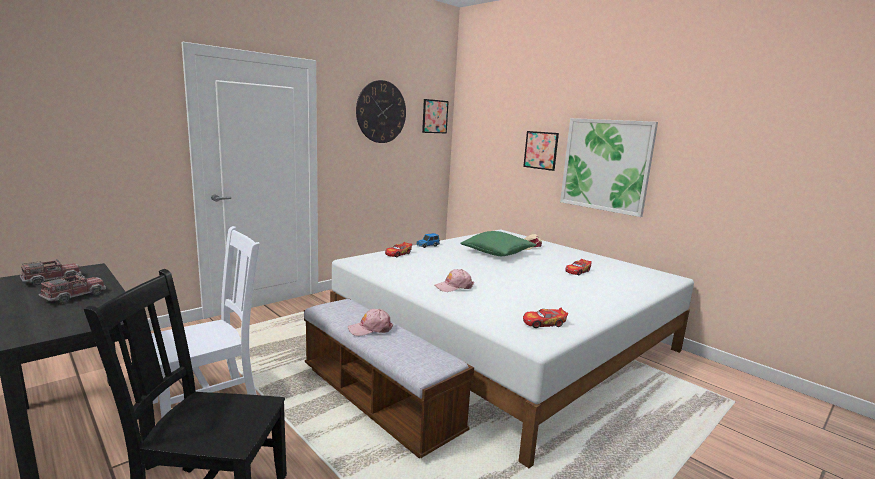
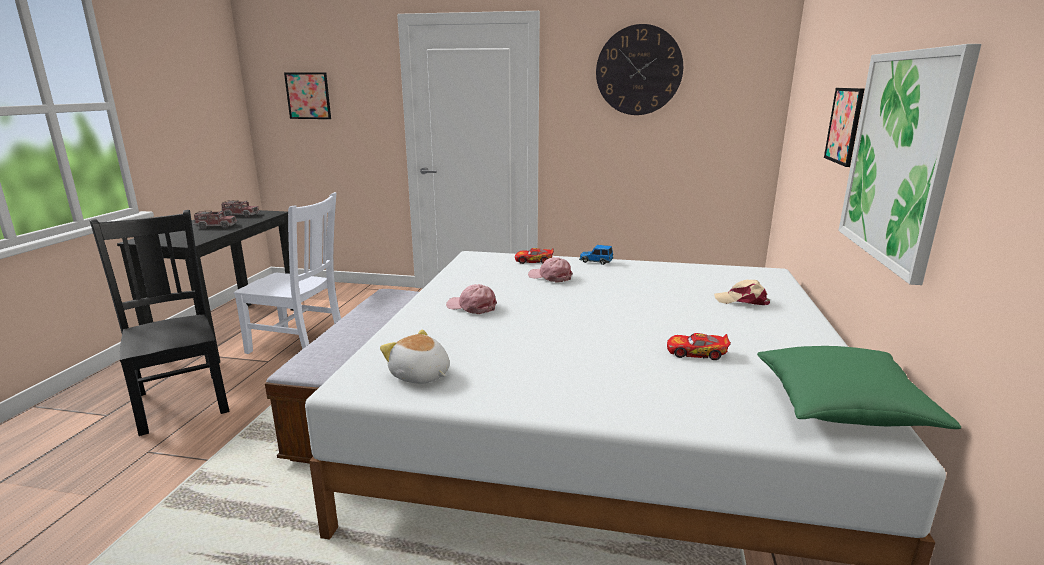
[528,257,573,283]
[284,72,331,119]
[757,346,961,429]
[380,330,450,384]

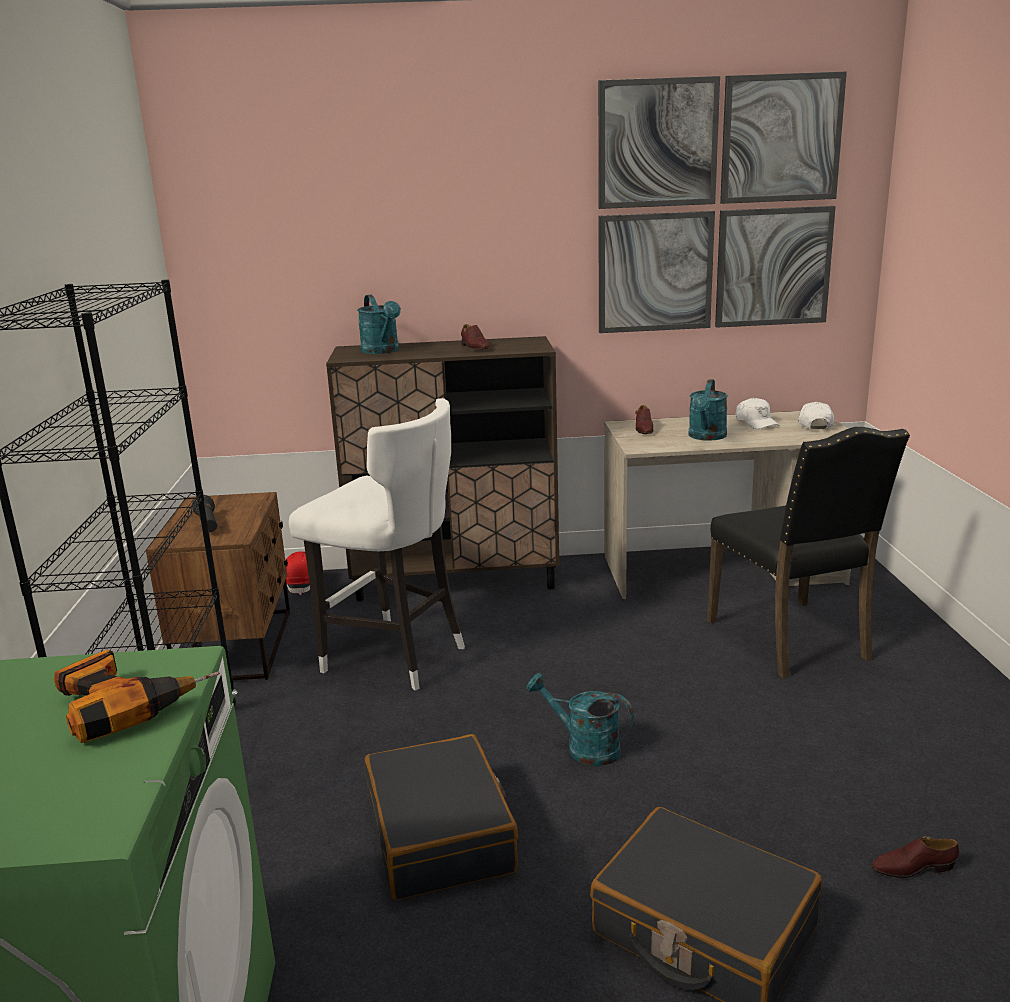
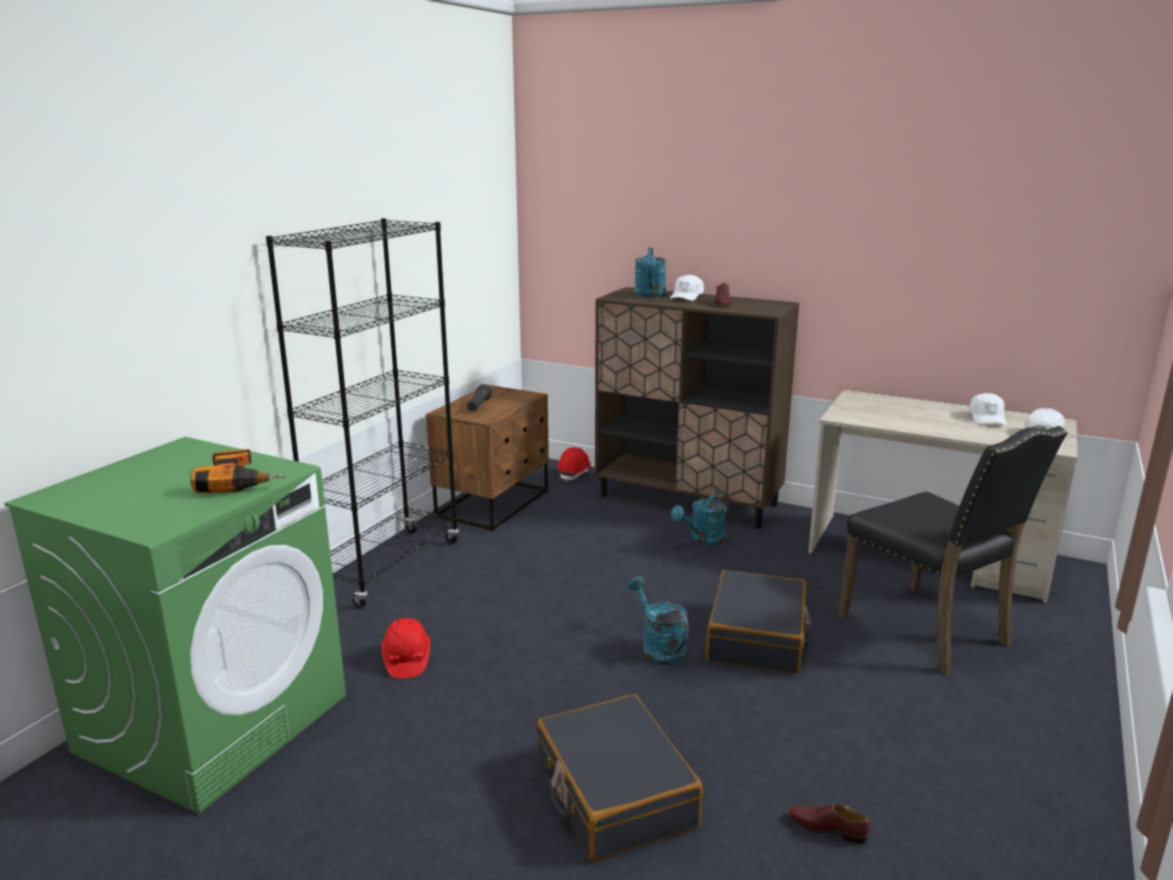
[289,398,465,691] (first image)
[598,71,847,333] (first image)
[635,405,653,434] (first image)
[381,618,430,679]
[670,274,704,301]
[706,570,811,674]
[671,490,729,546]
[838,426,1068,675]

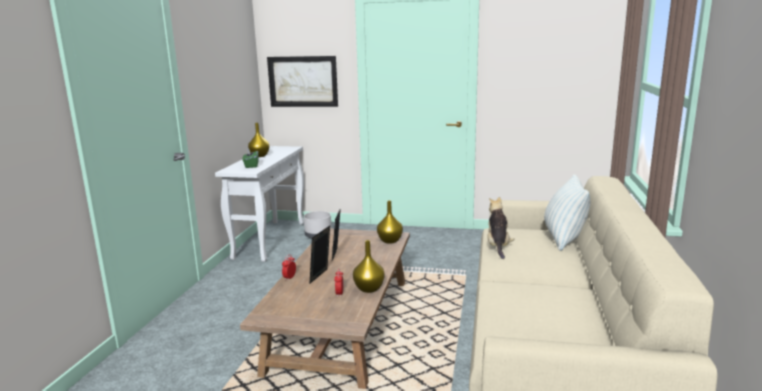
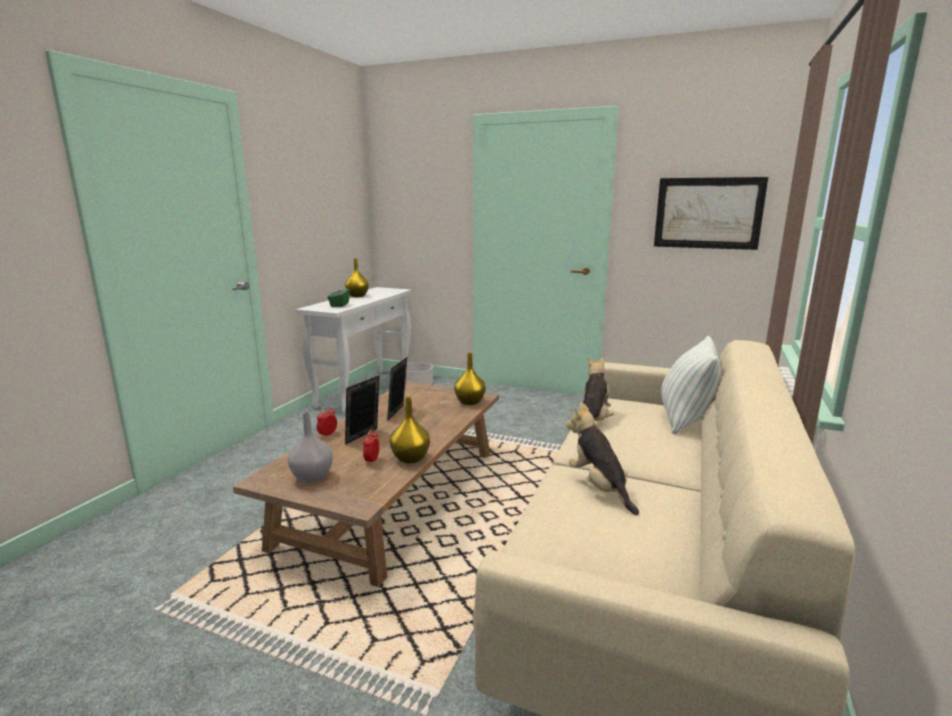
[288,412,333,483]
[566,403,639,515]
[654,177,768,250]

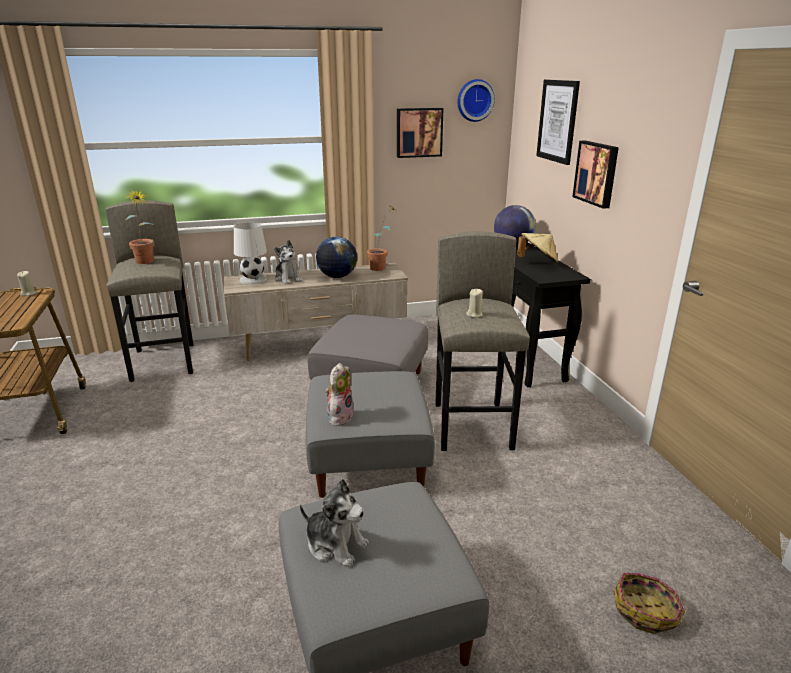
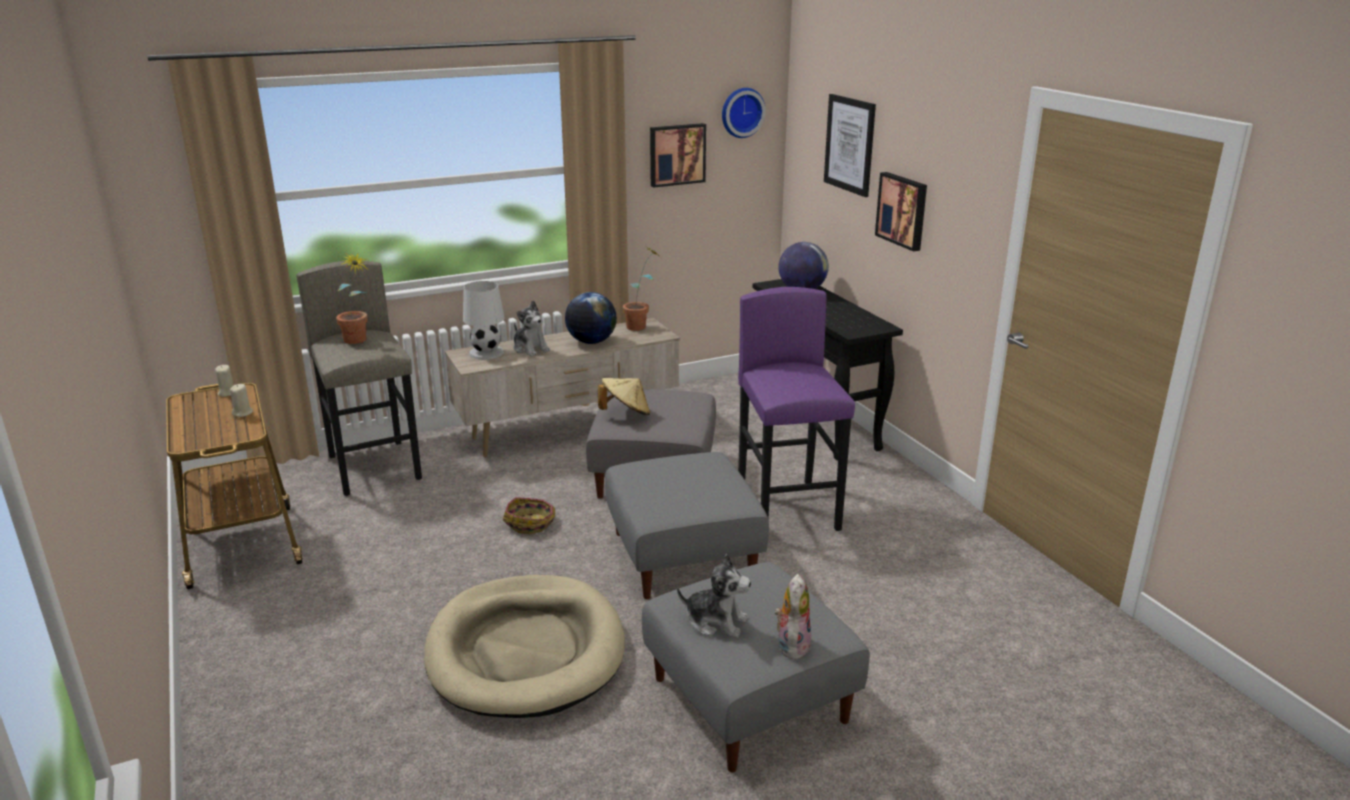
[424,575,625,718]
[775,574,811,660]
[230,384,253,417]
[598,378,650,415]
[503,497,555,534]
[738,287,855,531]

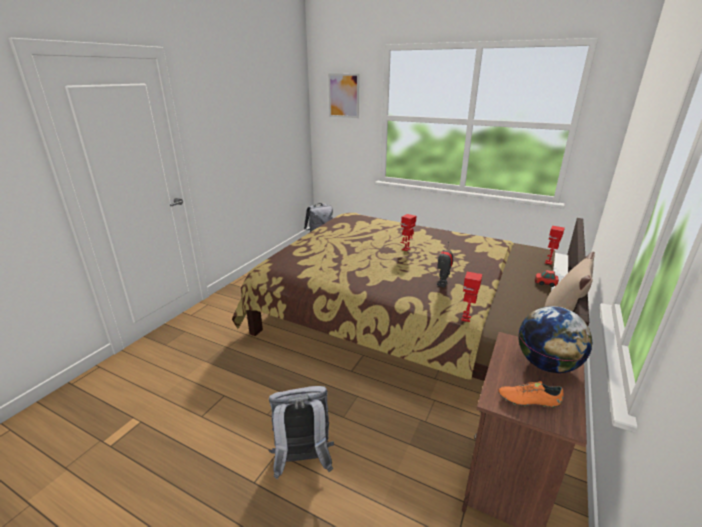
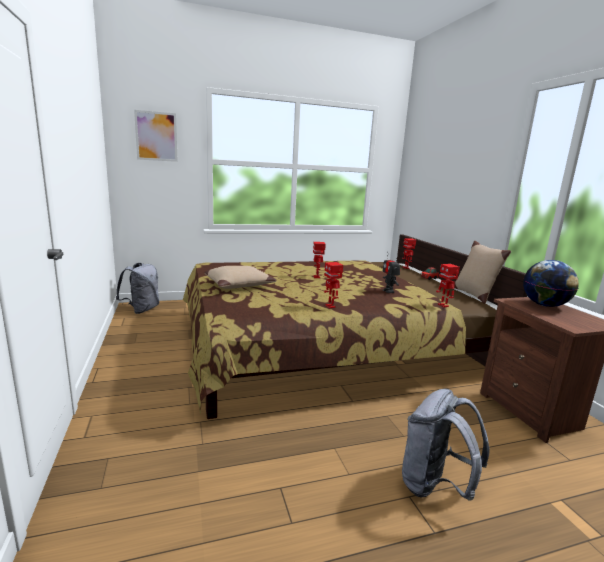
[498,381,564,408] (first image)
[205,266,277,289]
[324,262,343,309]

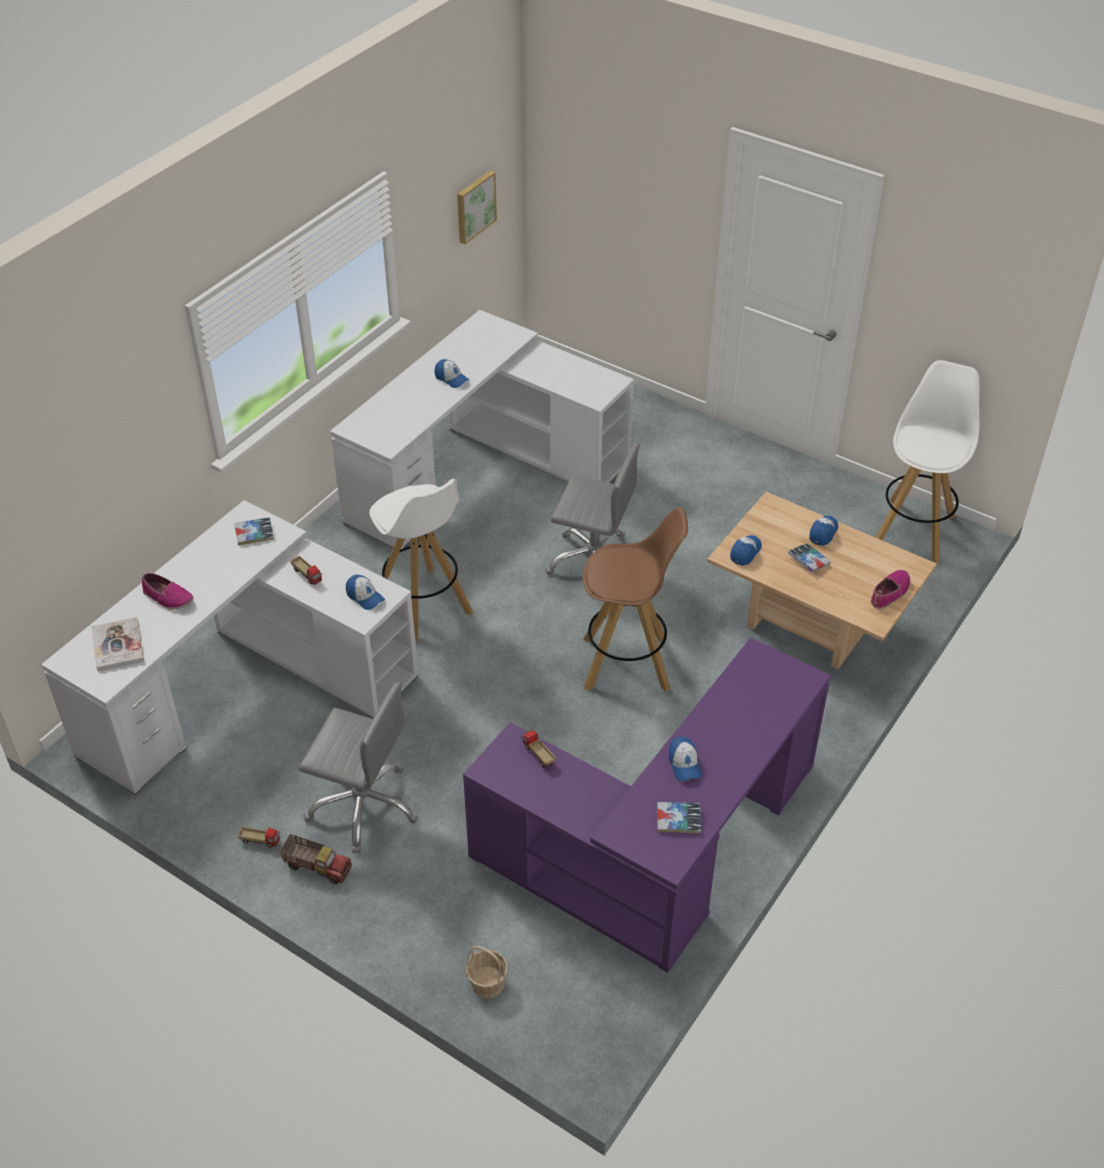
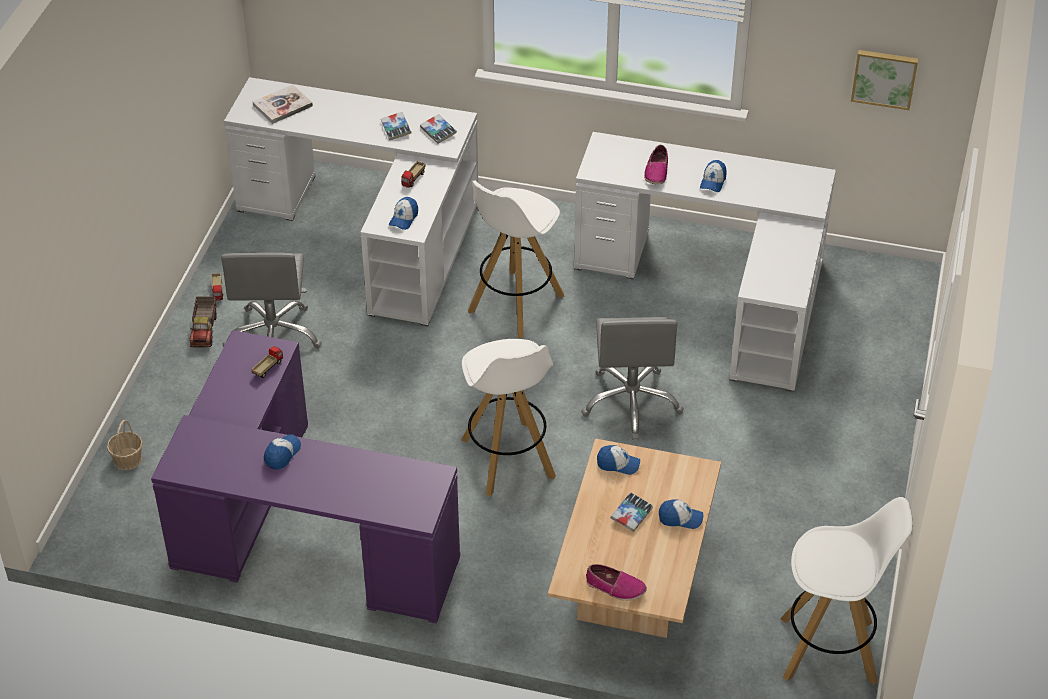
[644,145,668,185]
[381,112,412,140]
[461,339,556,497]
[264,434,301,470]

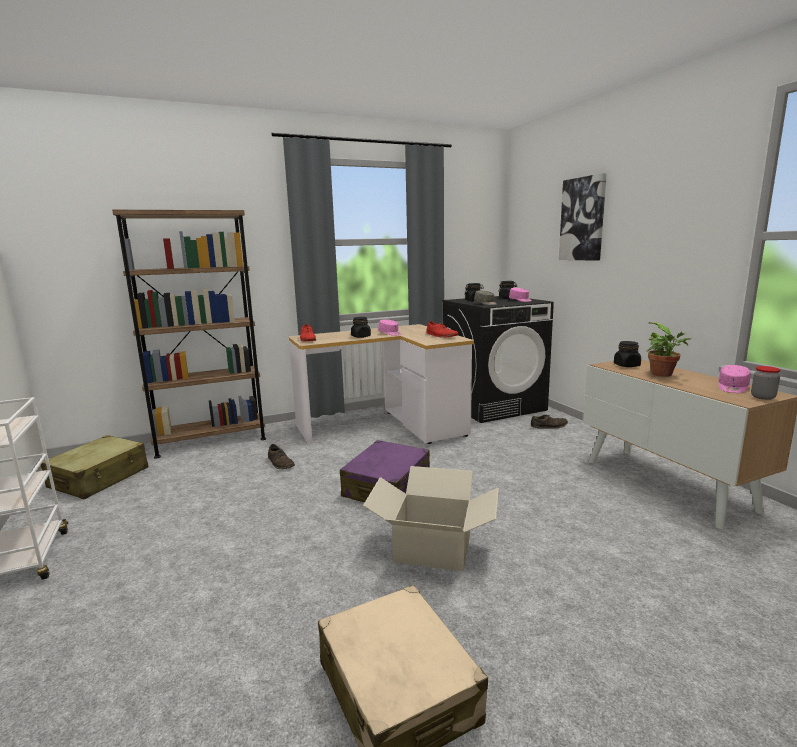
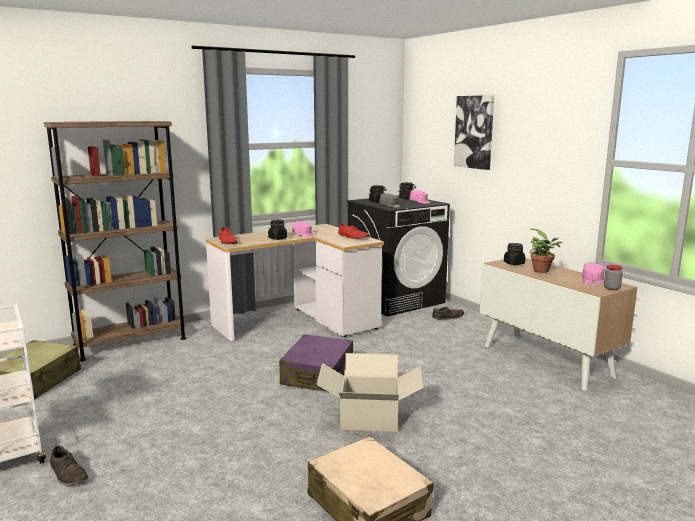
[50,446,88,486]

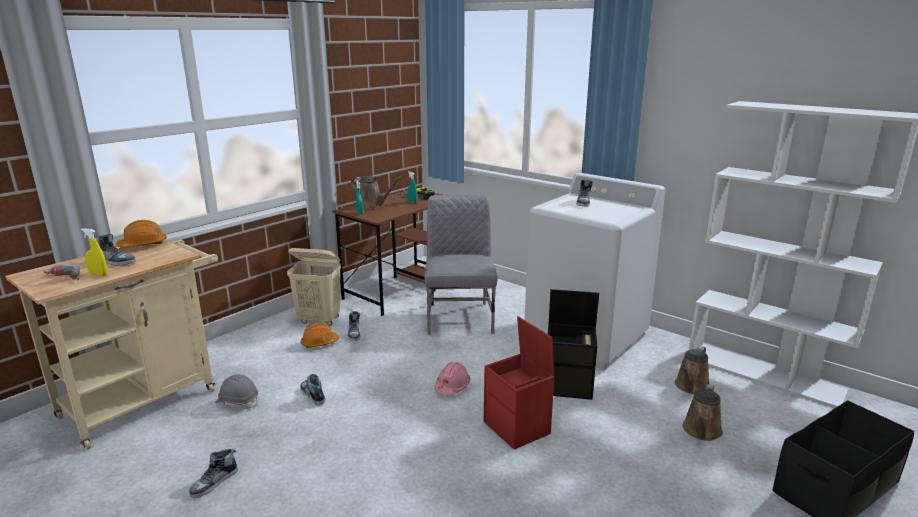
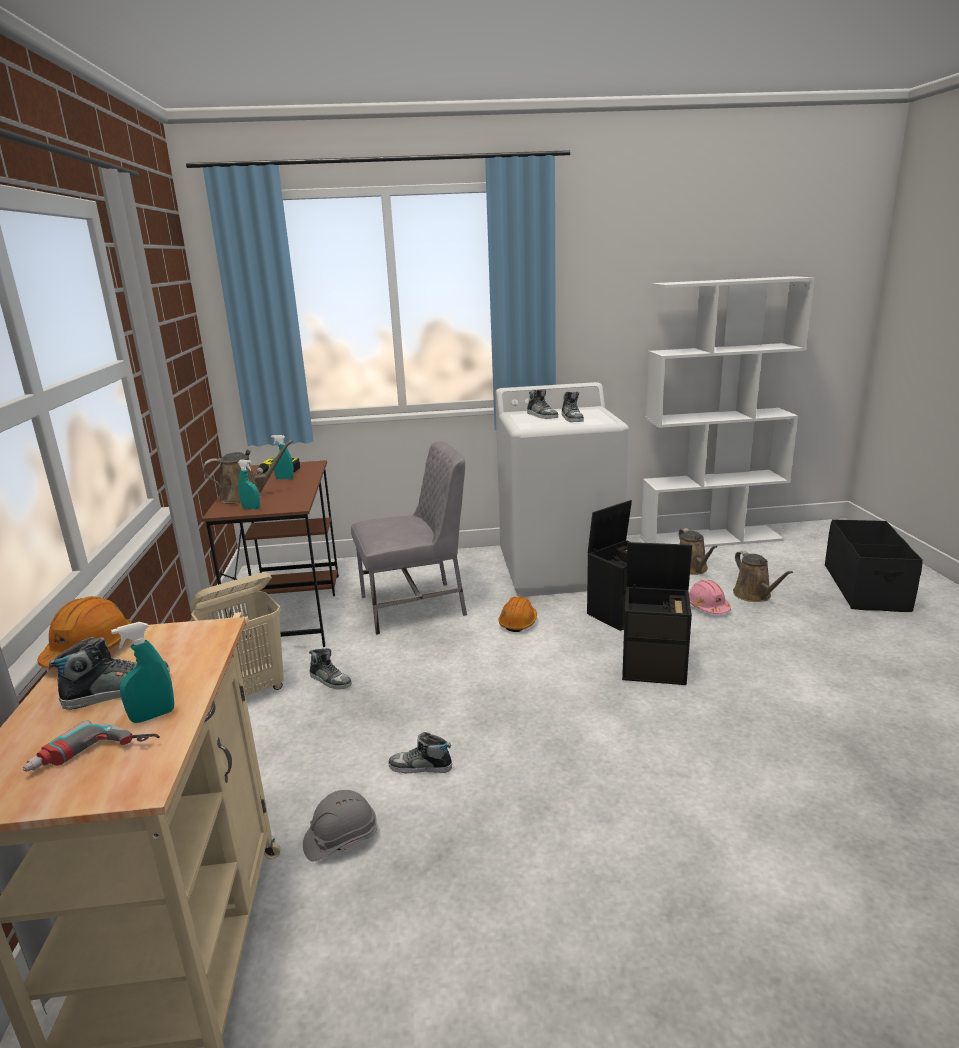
[562,392,584,422]
[498,596,537,632]
[689,580,731,614]
[111,622,174,723]
[622,542,692,685]
[351,441,467,635]

